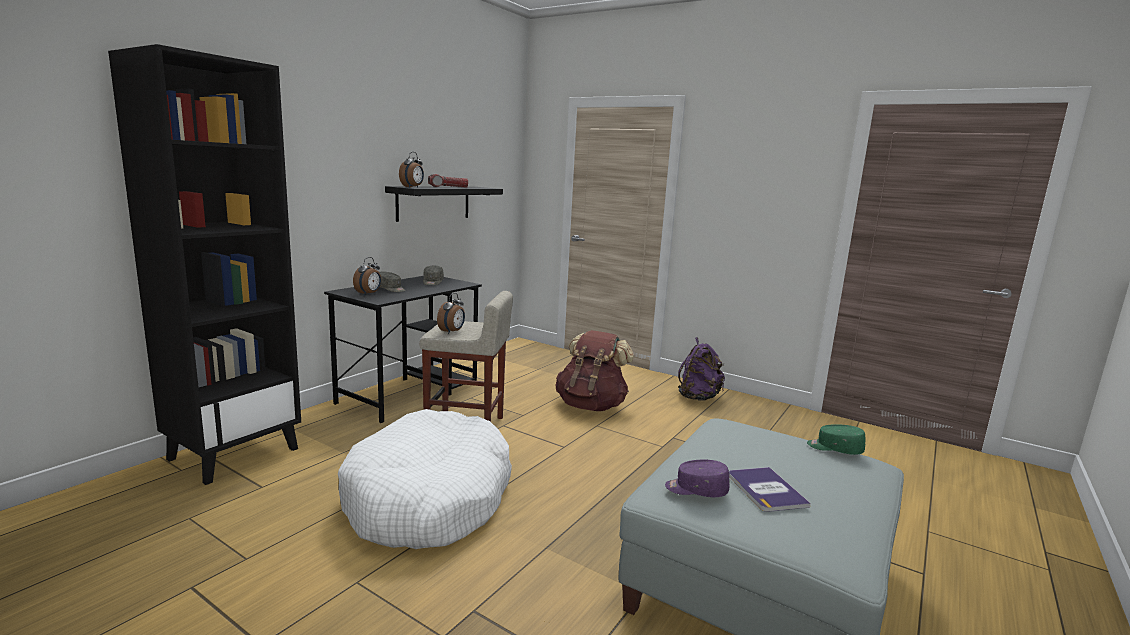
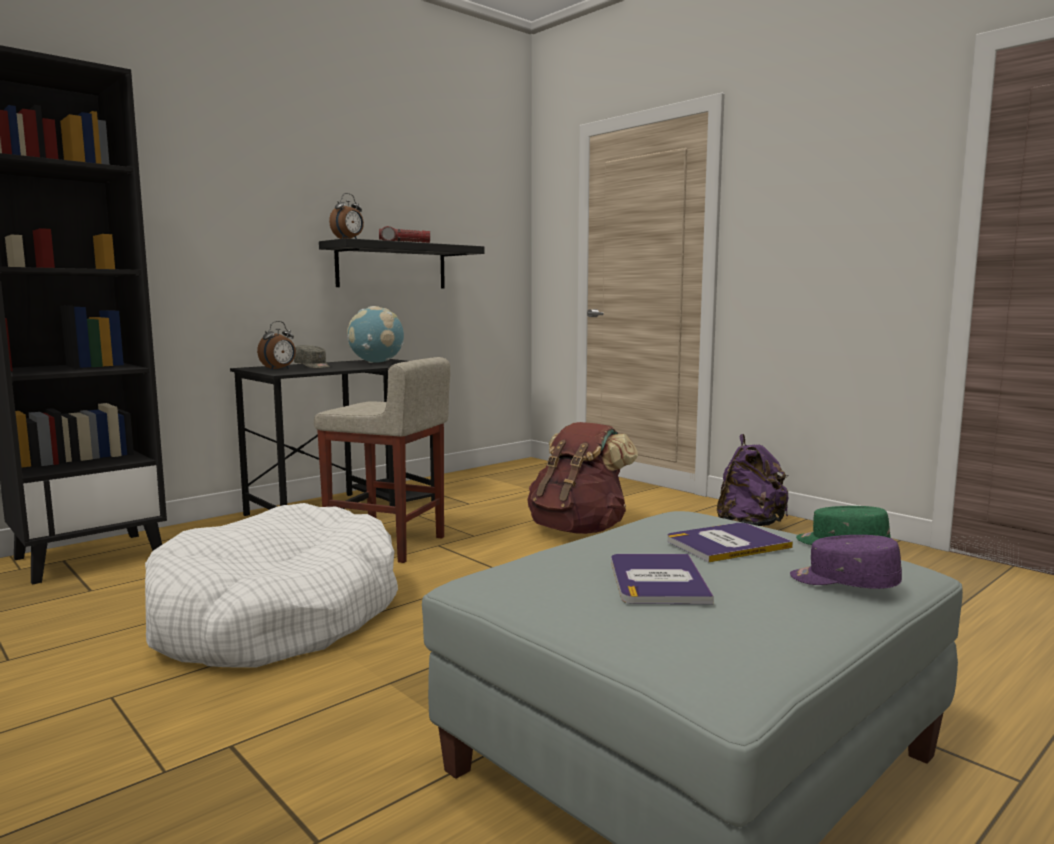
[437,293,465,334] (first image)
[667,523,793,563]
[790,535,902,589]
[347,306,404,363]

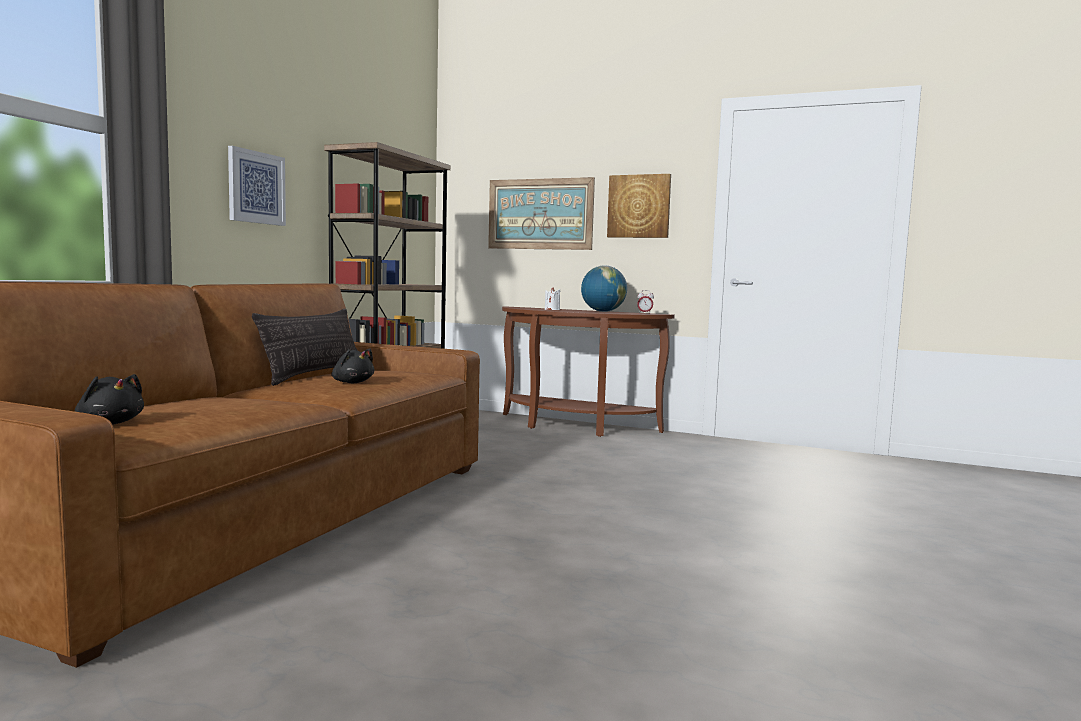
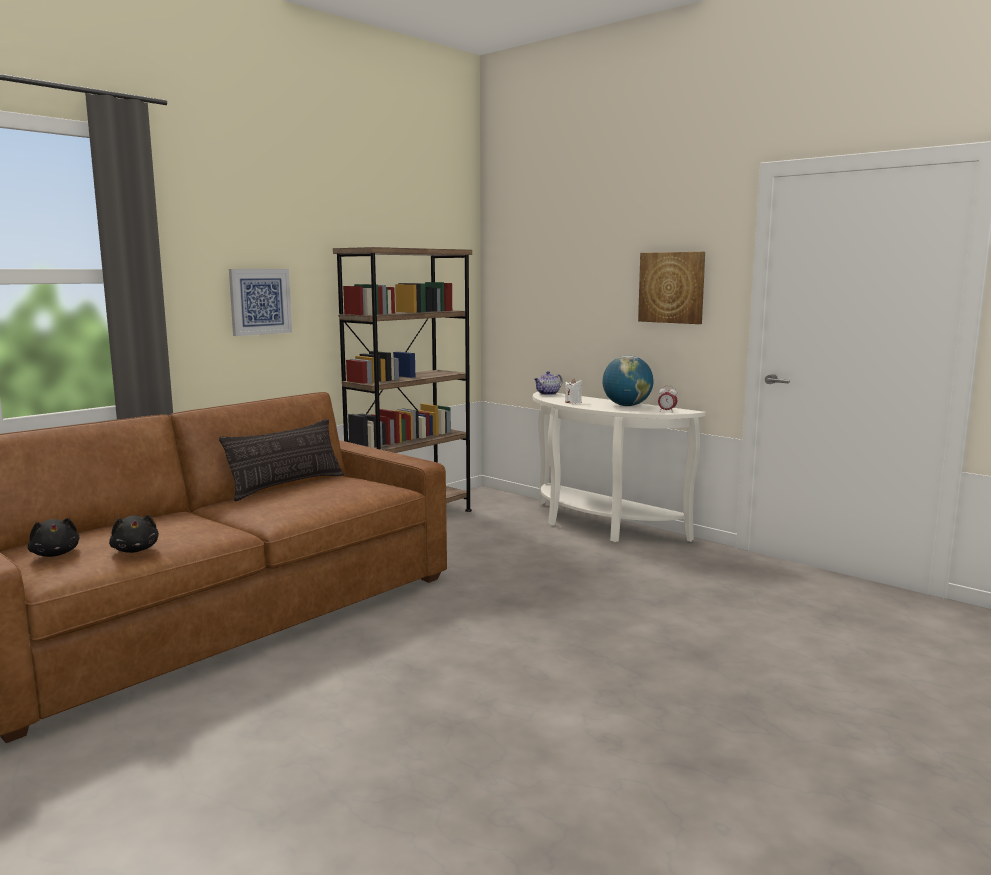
[488,177,595,250] (first image)
[534,371,563,395]
[109,515,159,553]
[533,392,706,542]

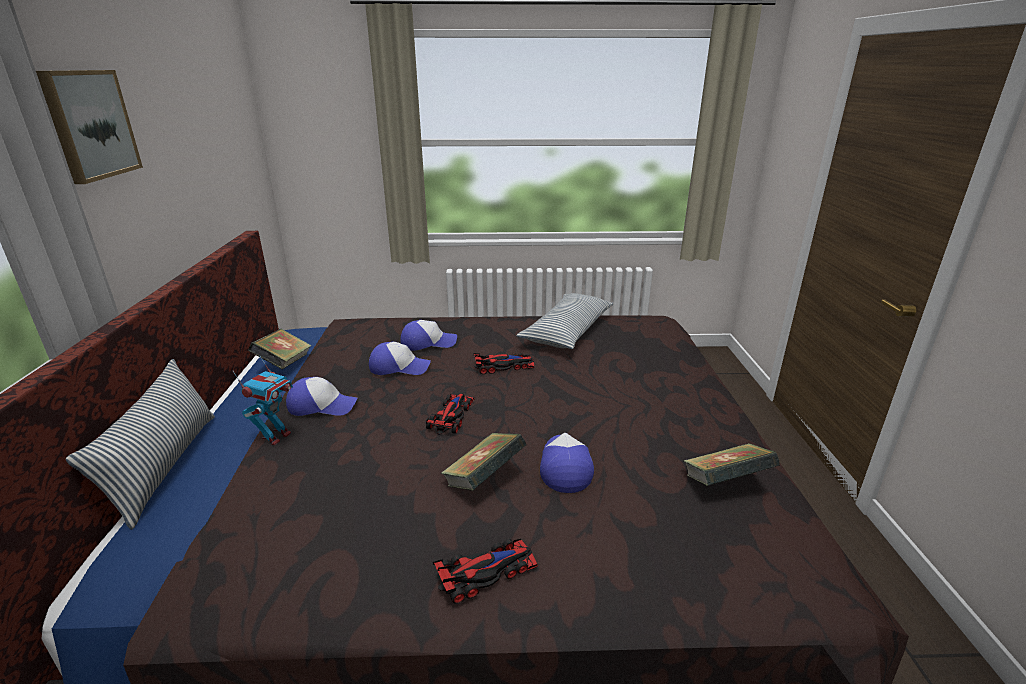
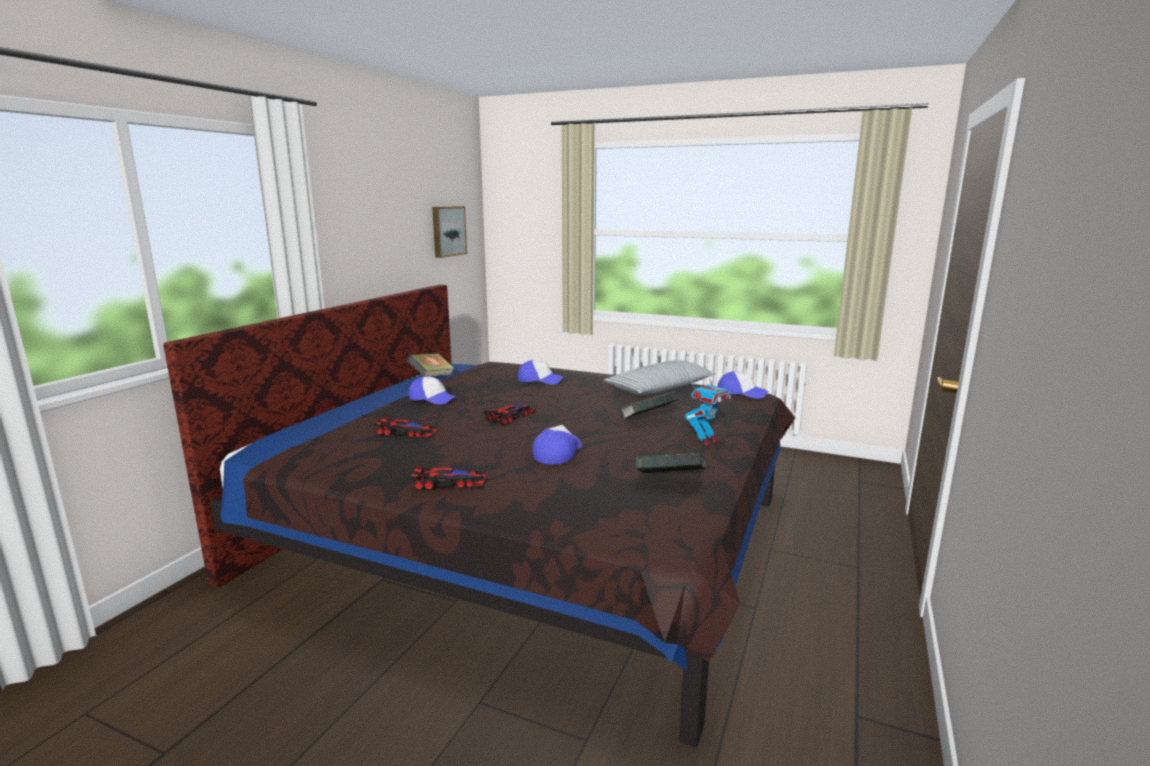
[66,359,215,530] (first image)
[432,206,467,258]
[685,372,731,445]
[717,371,768,399]
[620,391,679,419]
[374,416,438,438]

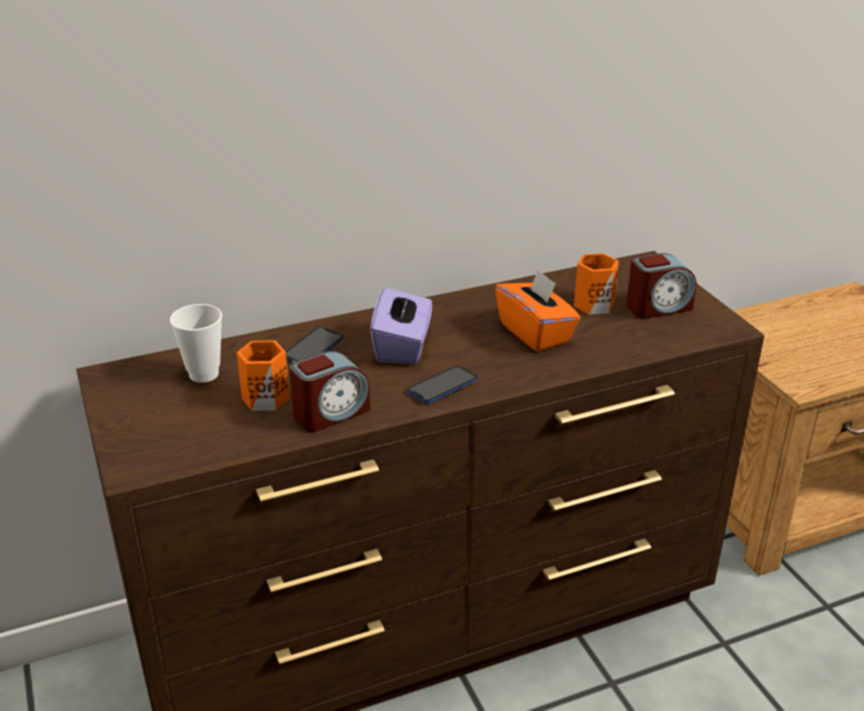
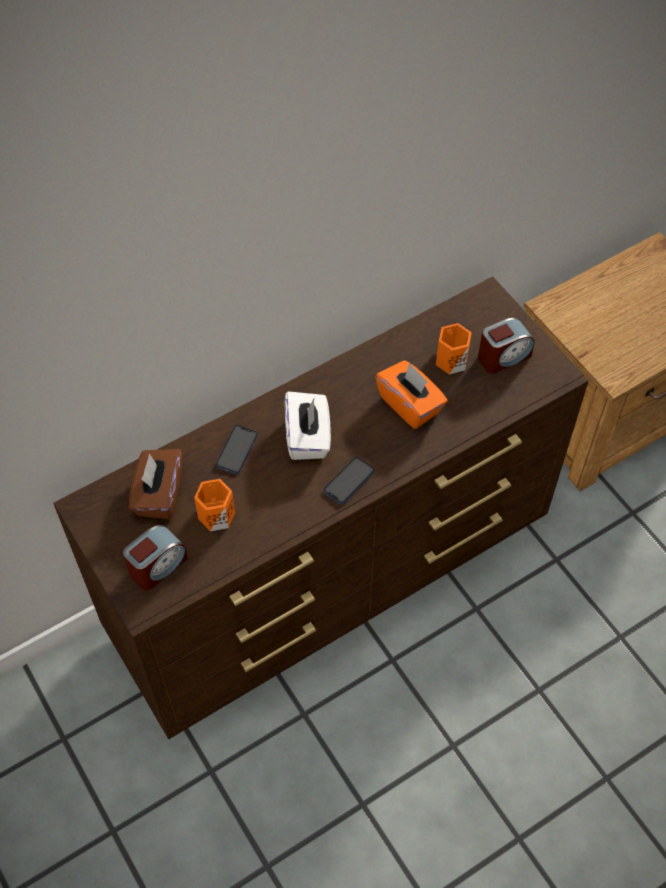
[123,525,188,590]
[129,449,183,519]
[285,391,331,460]

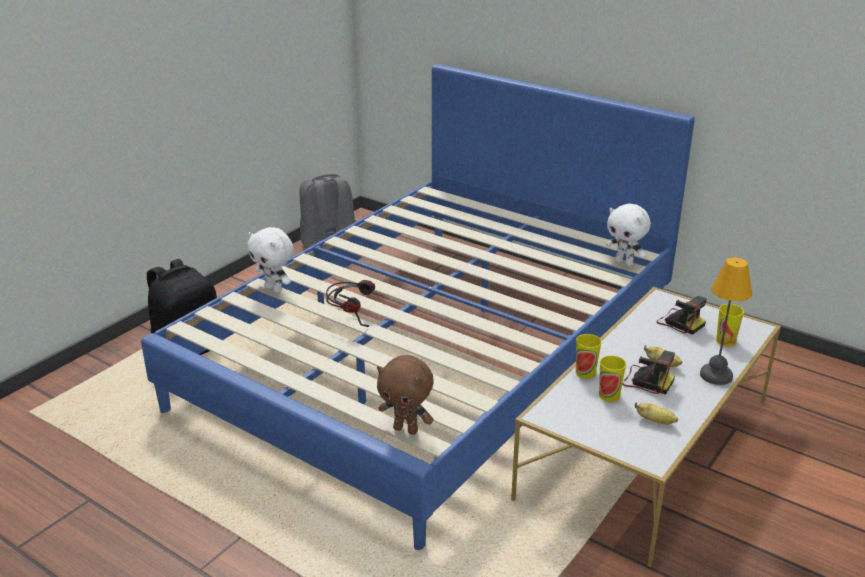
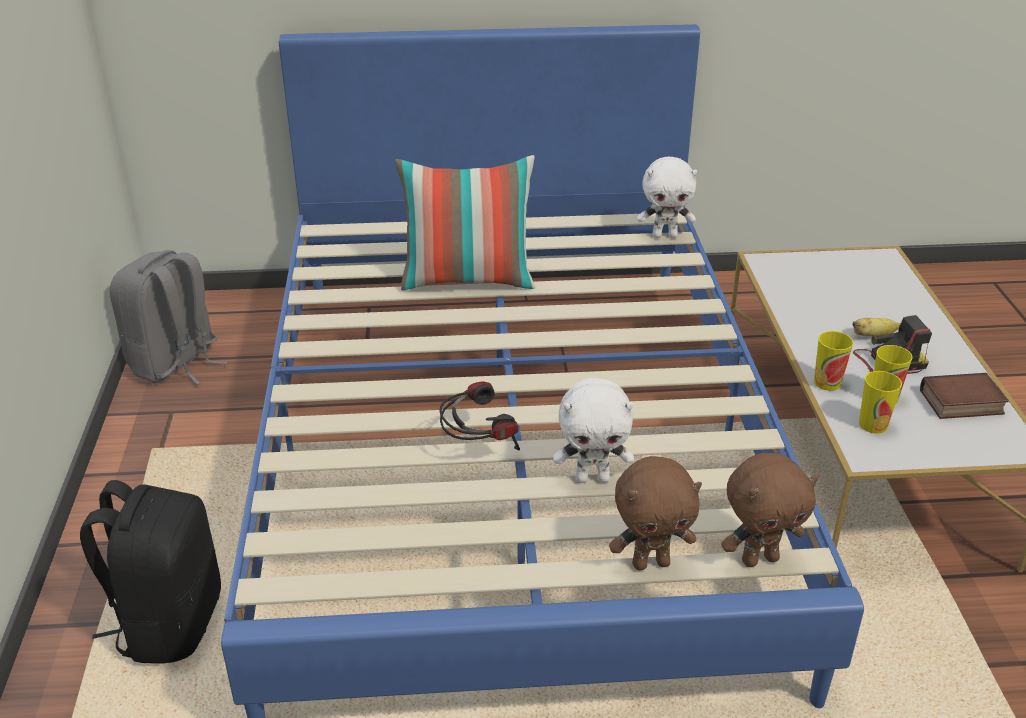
[656,296,707,335] (first image)
[700,257,752,385] (first image)
[395,155,535,291]
[609,456,702,570]
[553,377,634,483]
[859,371,902,434]
[920,373,1009,419]

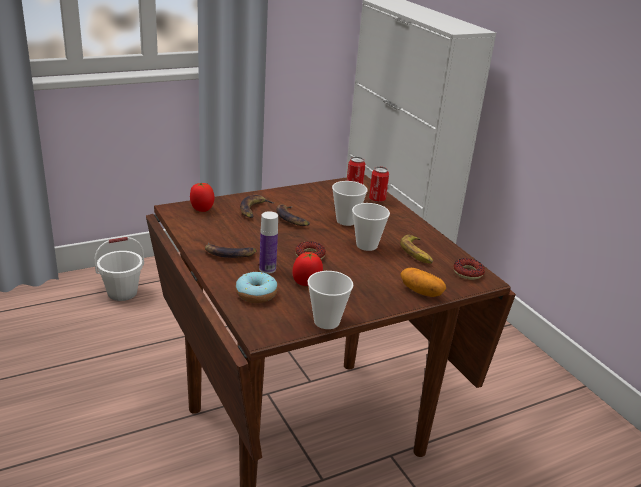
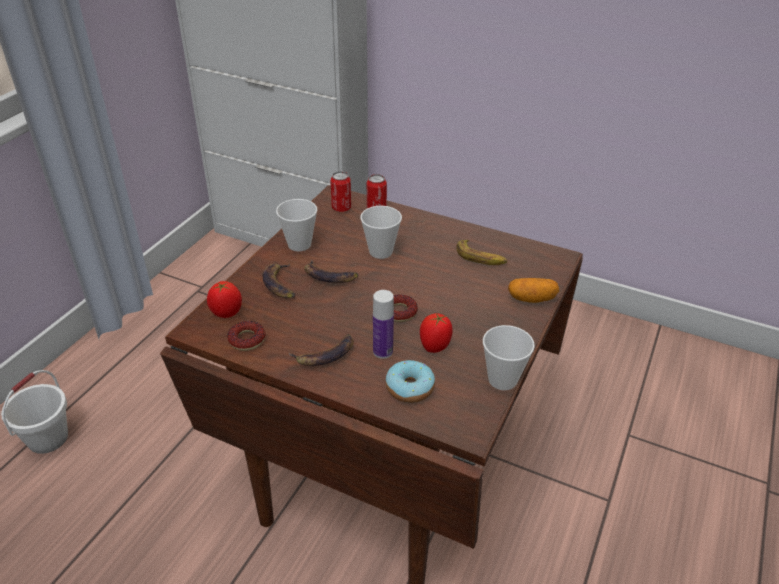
[276,199,317,251]
[227,321,266,351]

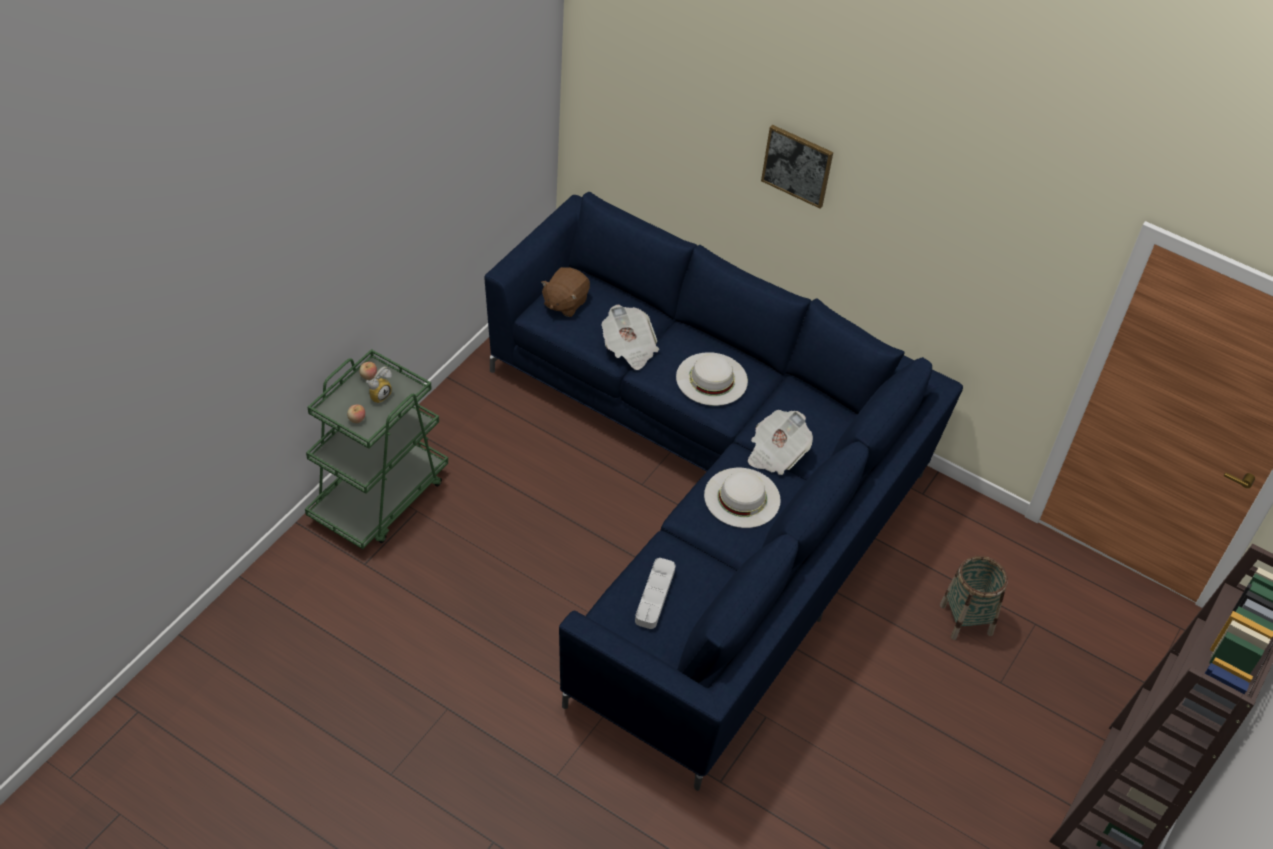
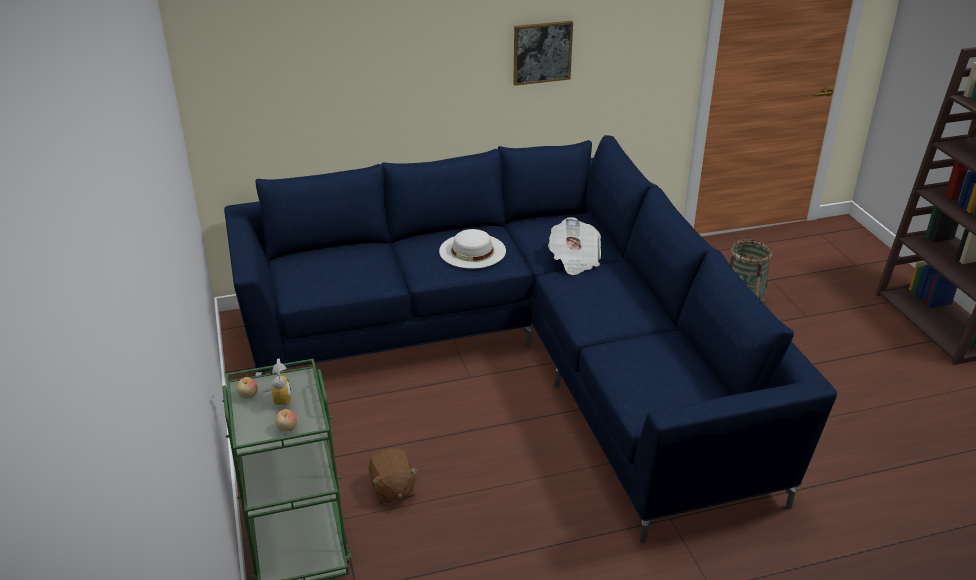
[601,305,659,370] (first image)
[635,558,676,629] (first image)
[704,468,781,528] (first image)
[368,448,419,504]
[513,21,573,86]

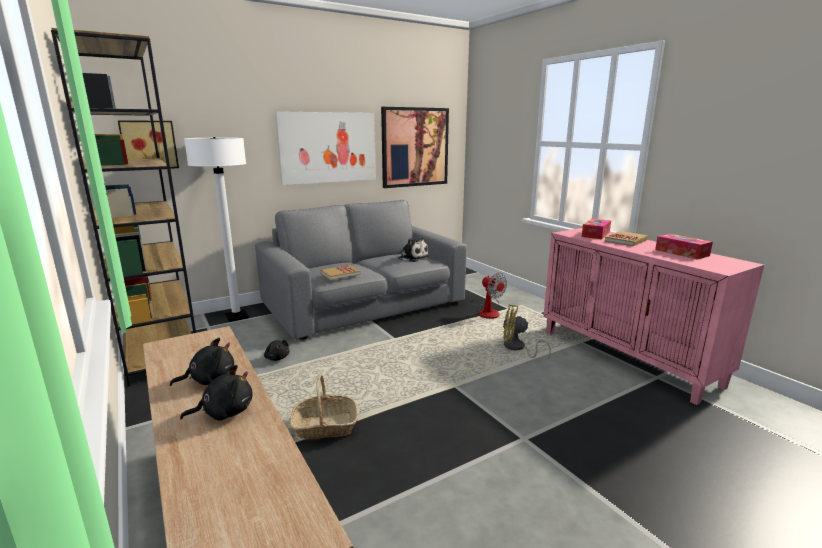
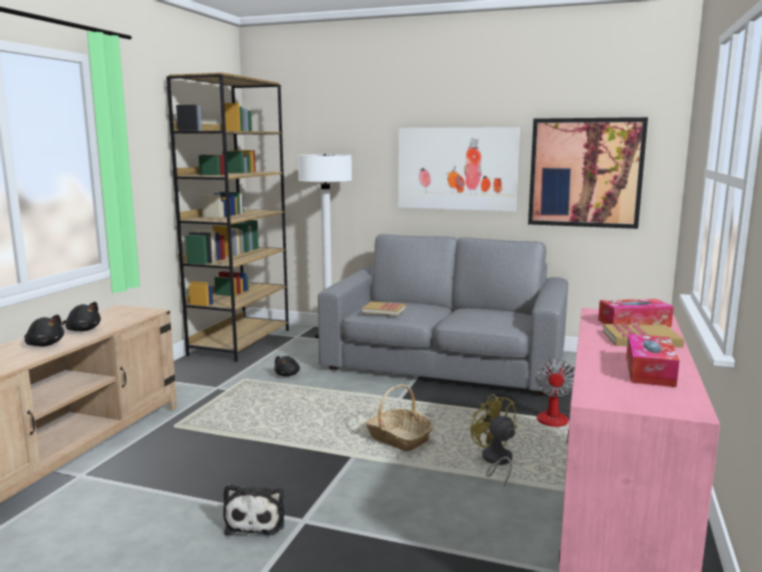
[118,120,179,169] (first image)
[366,385,434,451]
[223,484,284,536]

